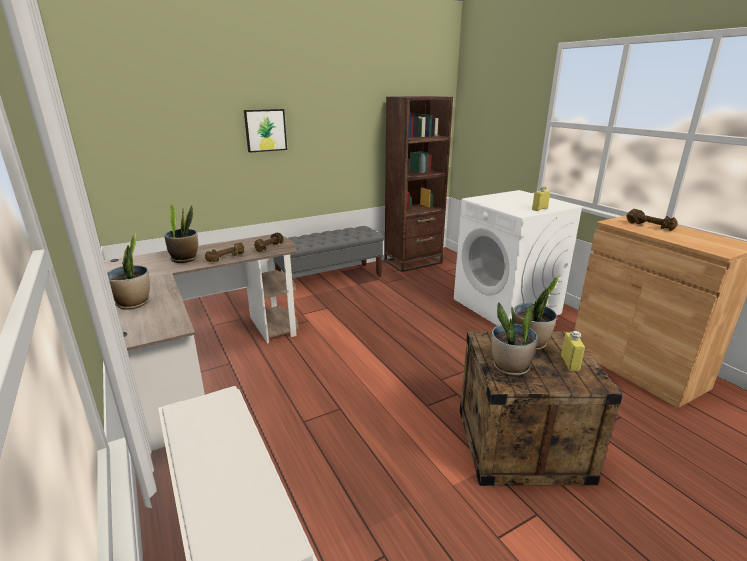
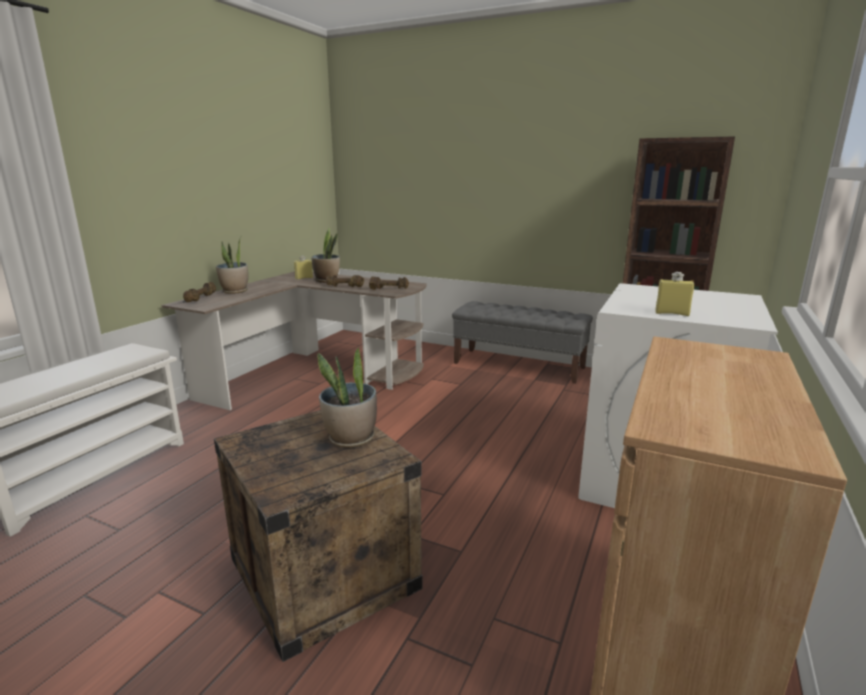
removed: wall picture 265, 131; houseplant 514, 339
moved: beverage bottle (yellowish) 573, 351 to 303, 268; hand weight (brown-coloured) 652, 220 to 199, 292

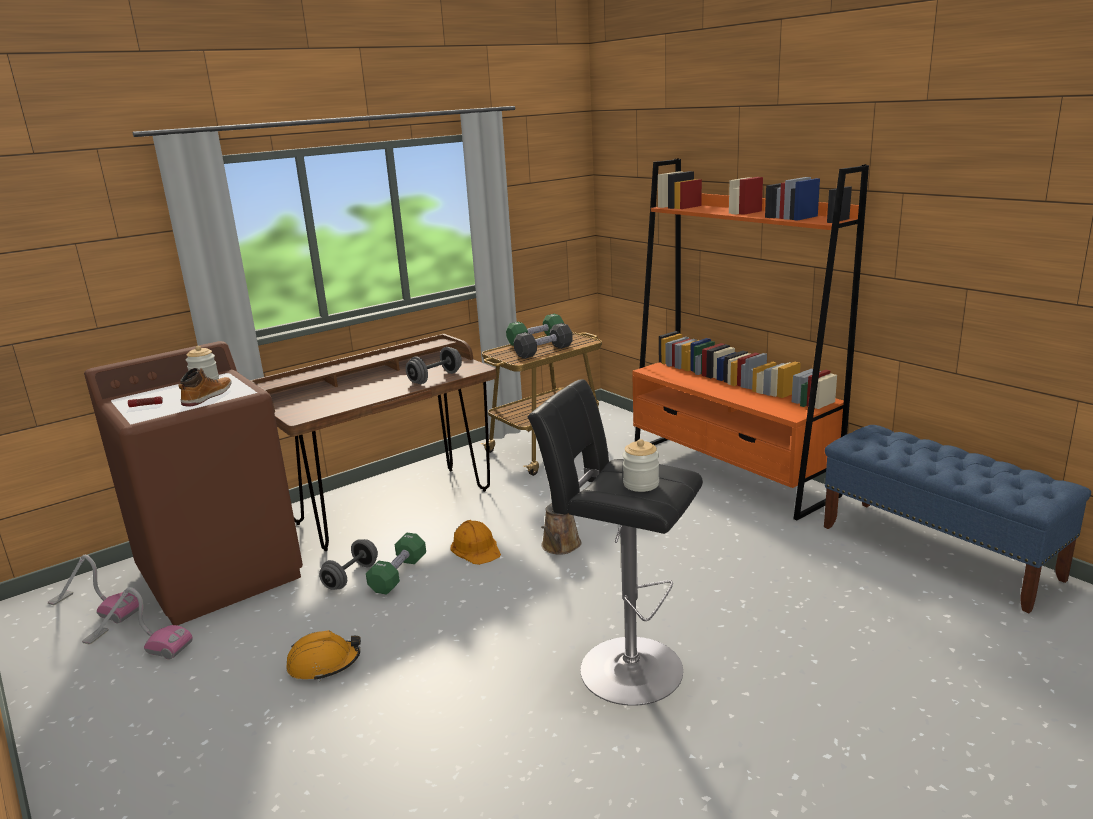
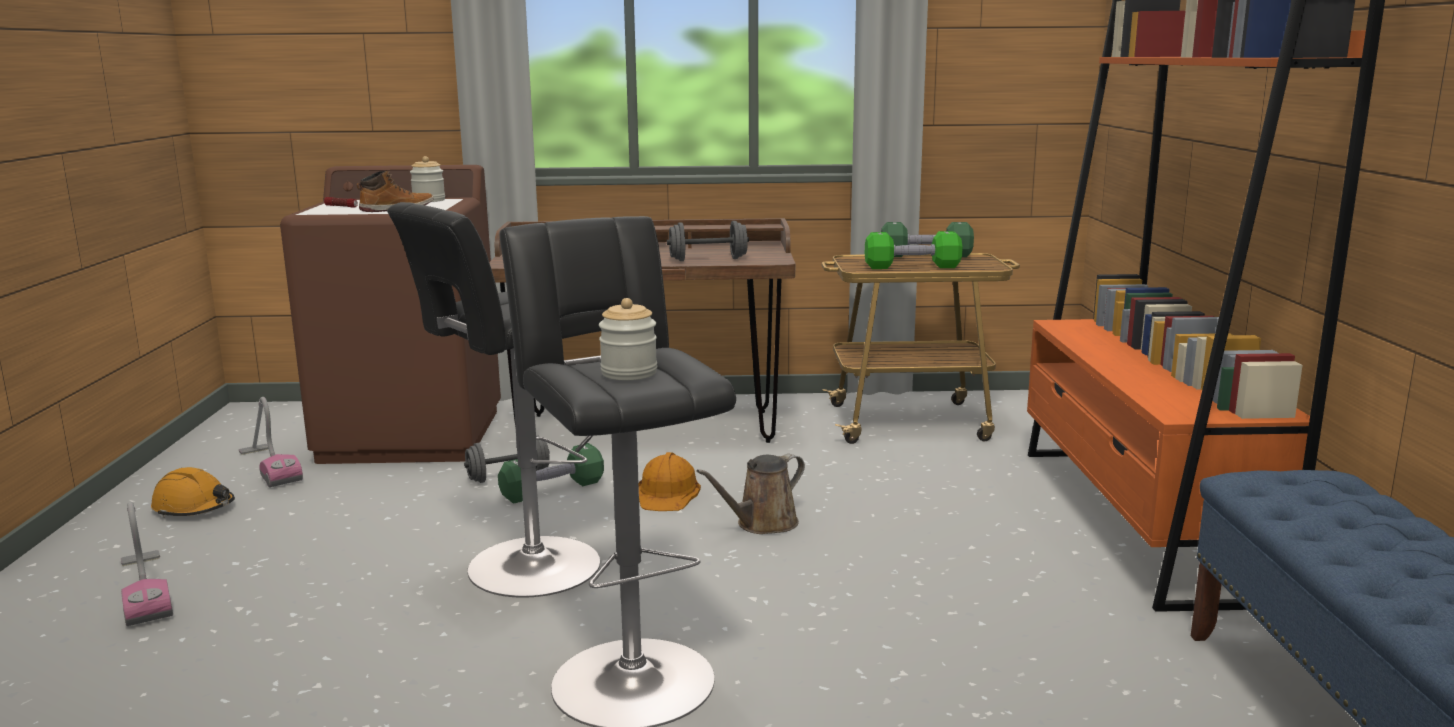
added: sitting stool (black) 497, 400
moved: vacuum 93, 589 to 147, 564; safety helmet (orange-coloured) 323, 655 to 193, 492
recoloured: hand weight (black) 543, 341 to hand weight (greenish) 914, 250

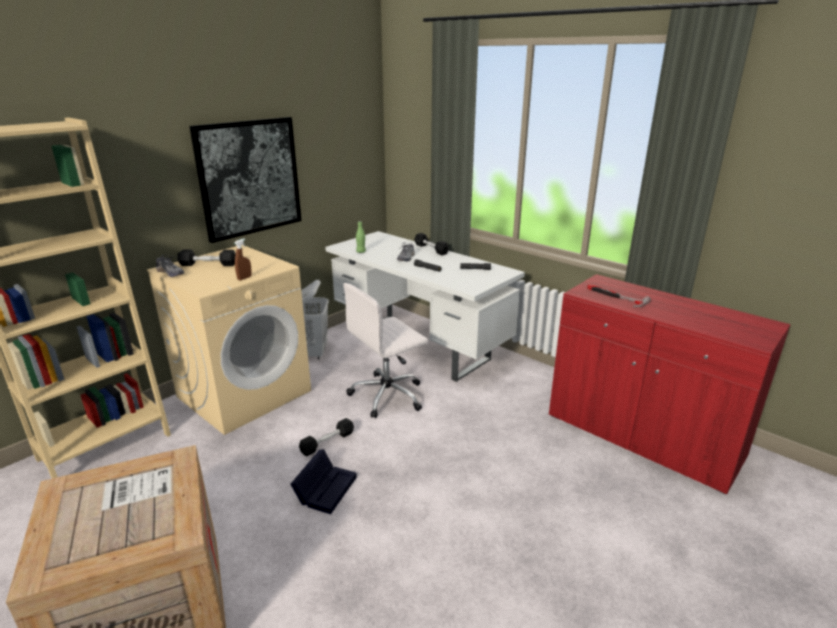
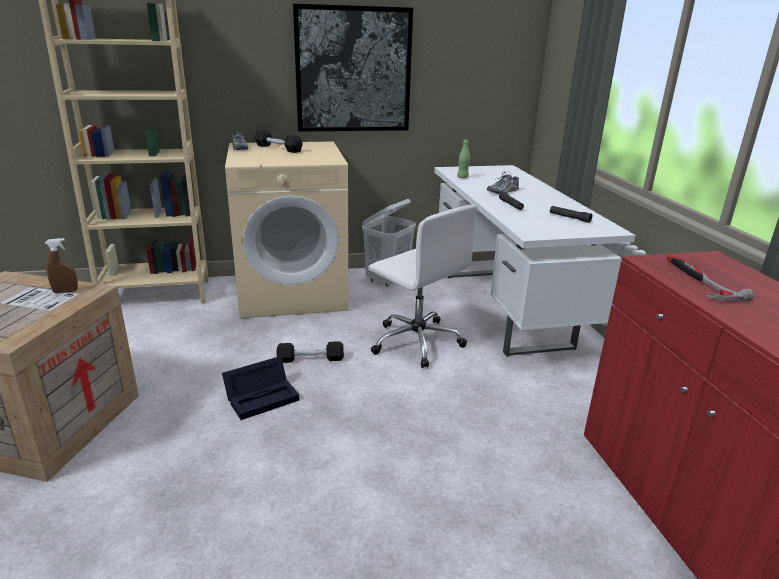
removed: hand weight (black) 431, 244
moved: hand sprayer (brown-coloured) 243, 259 to 61, 265
turned: office chair (whitish) 385, 350 = 423, 286 135 degrees counterclockwise

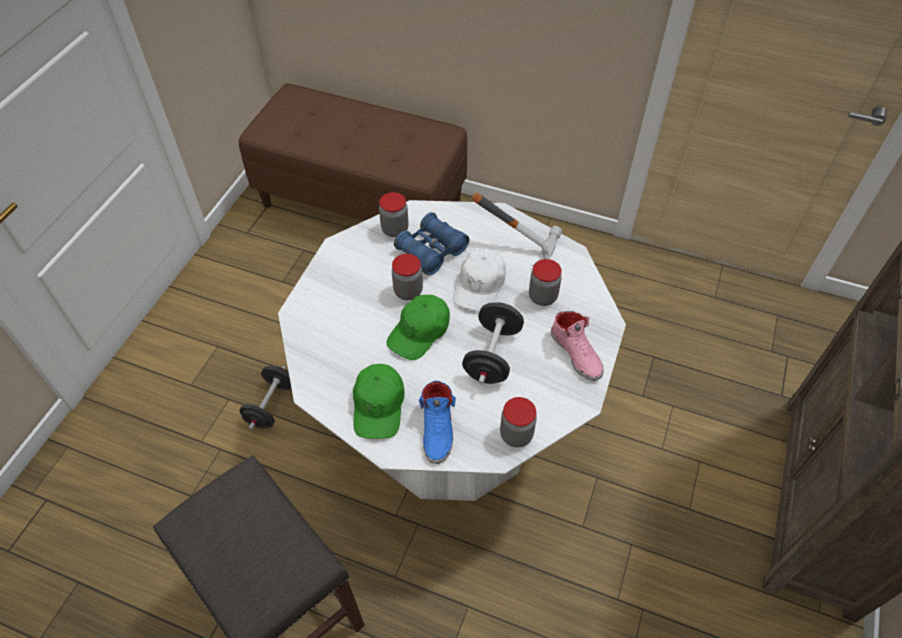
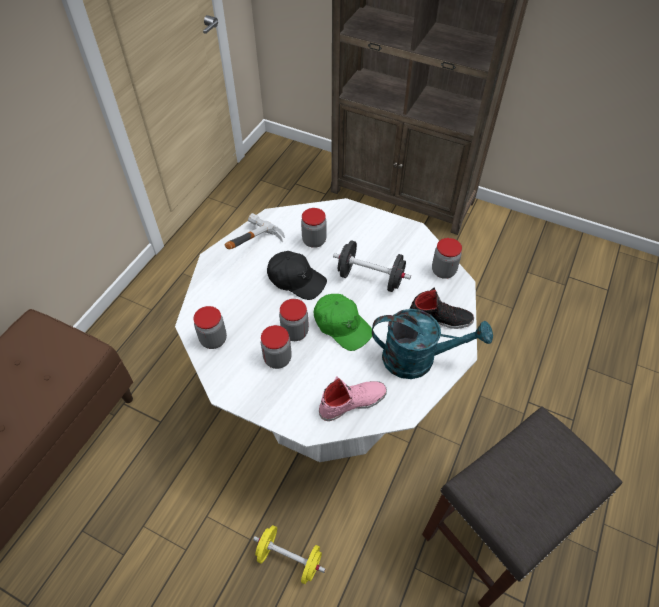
removed: pair of binoculars (bluish) 431, 243
added: preserve jar 276, 347
moved: item of footwear (pinkish) 577, 346 to 353, 398
replaced: cap (greenish) 378, 401 to sprinkling can (blue-green) 432, 344
recoloured: hand weight (black) 265, 398 to hand weight (yellowish) 289, 554; item of footwear (bluish) 437, 422 to item of footwear (black) 442, 308; cap (whitish) 479, 280 to cap (black) 297, 275

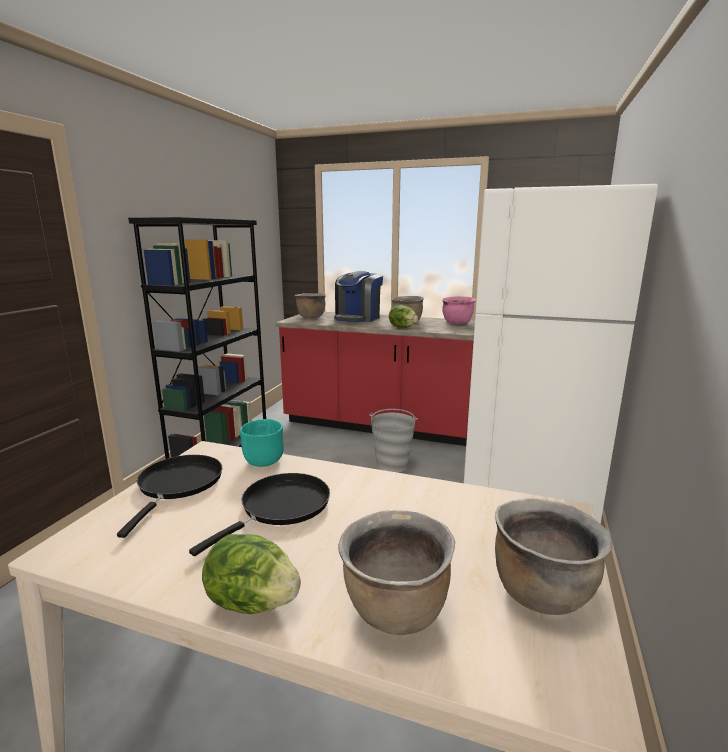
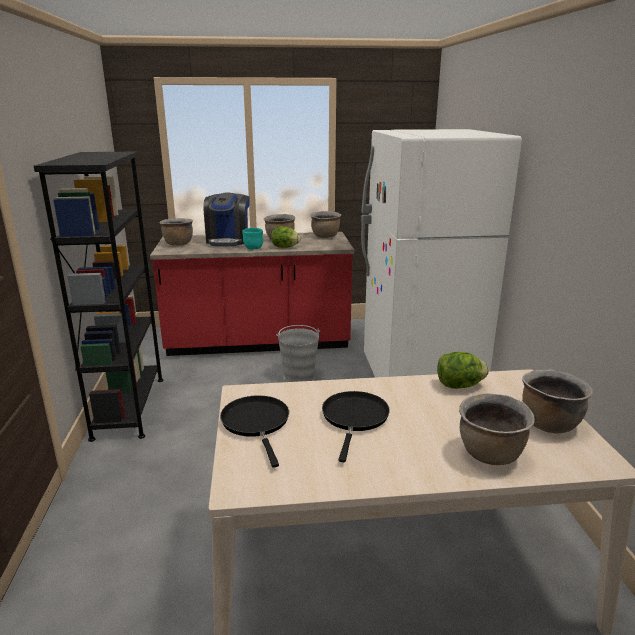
moved: lettuce 251, 574 to 463, 370; serving bowl (blue-green) 262, 443 to 252, 238
recoloured: cooking pot (pinkish) 459, 310 to cooking pot (brown-coloured) 325, 224

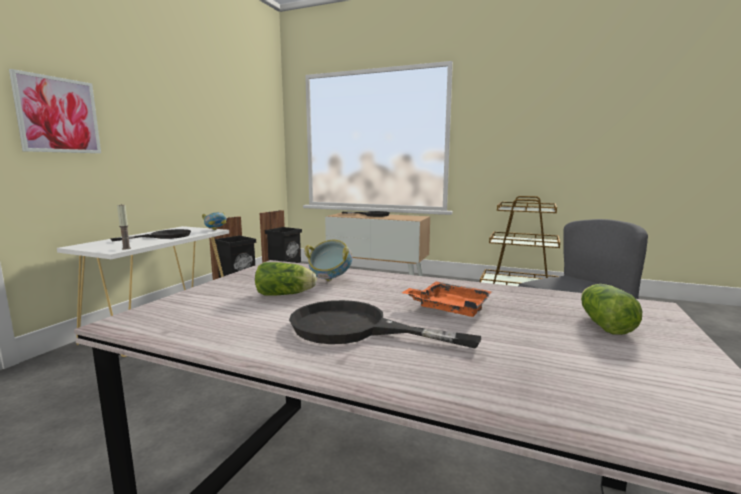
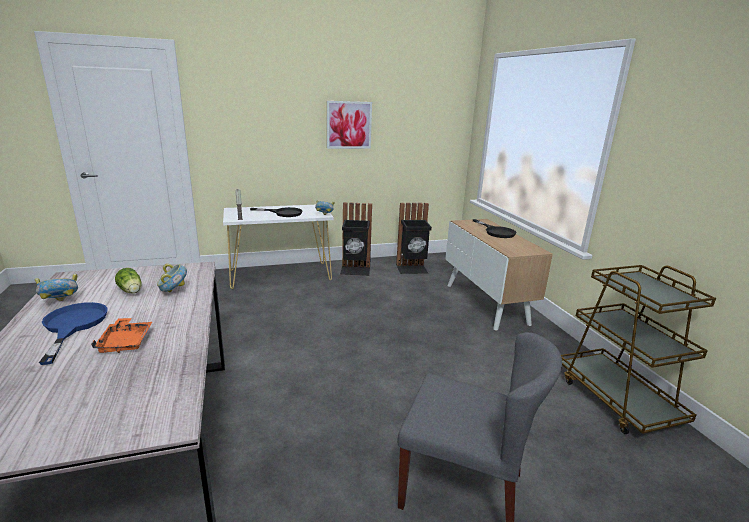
removed: lettuce 611, 309
added: serving bowl 56, 287
moved: wall picture 55, 111 to 349, 125
recoloured: pan (black) 385, 324 to pan (bluish) 73, 333

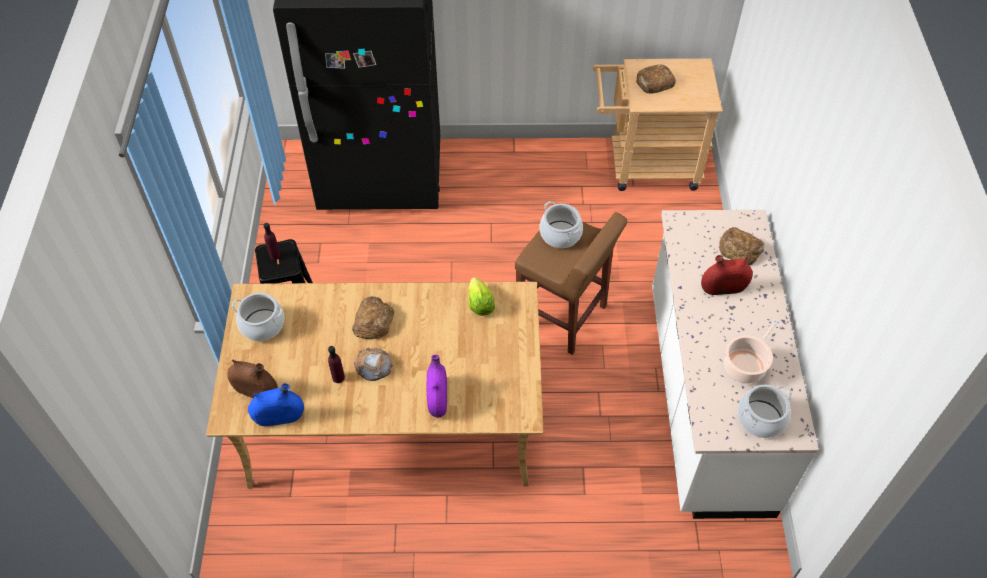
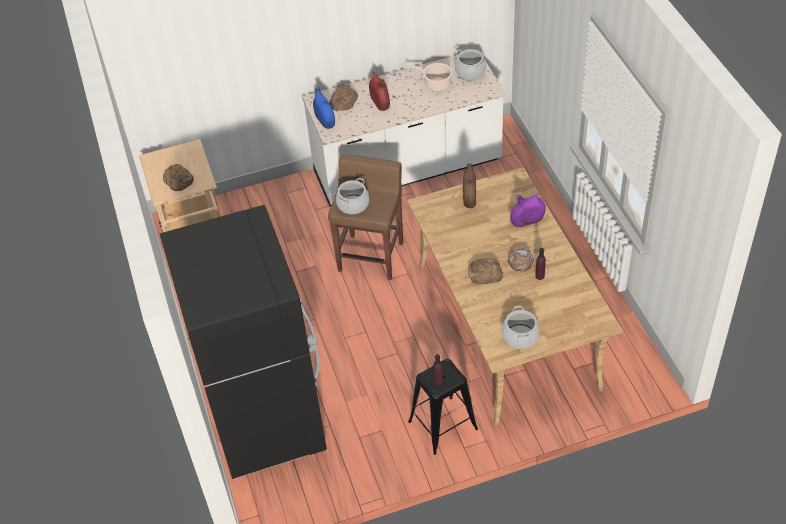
removed: lettuce 481, 296
moved: flower vase (brown-coloured) 252, 379 to 469, 185; flower vase (bluish) 276, 404 to 324, 108

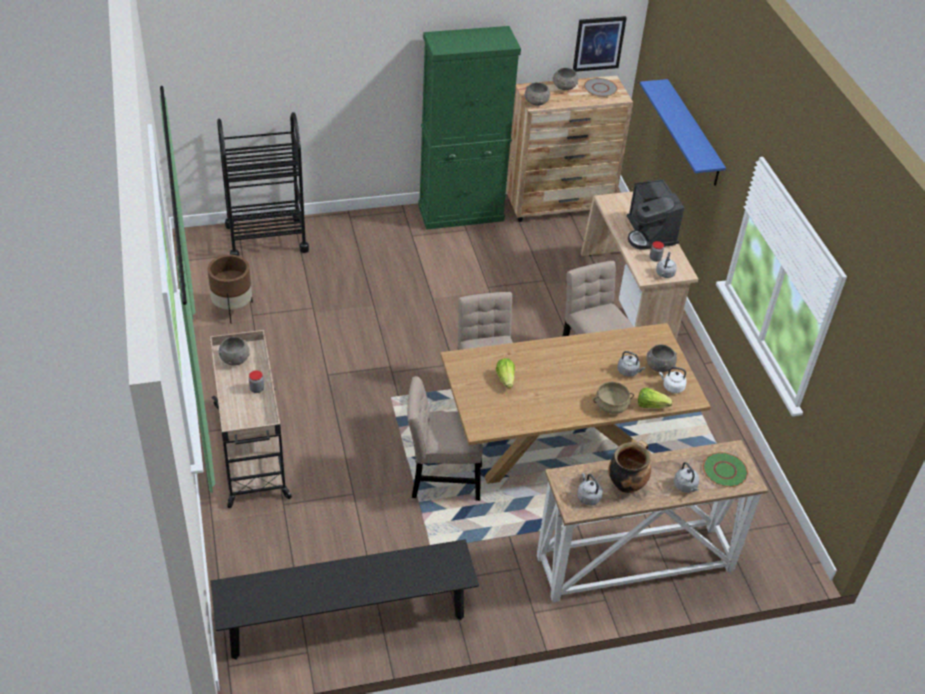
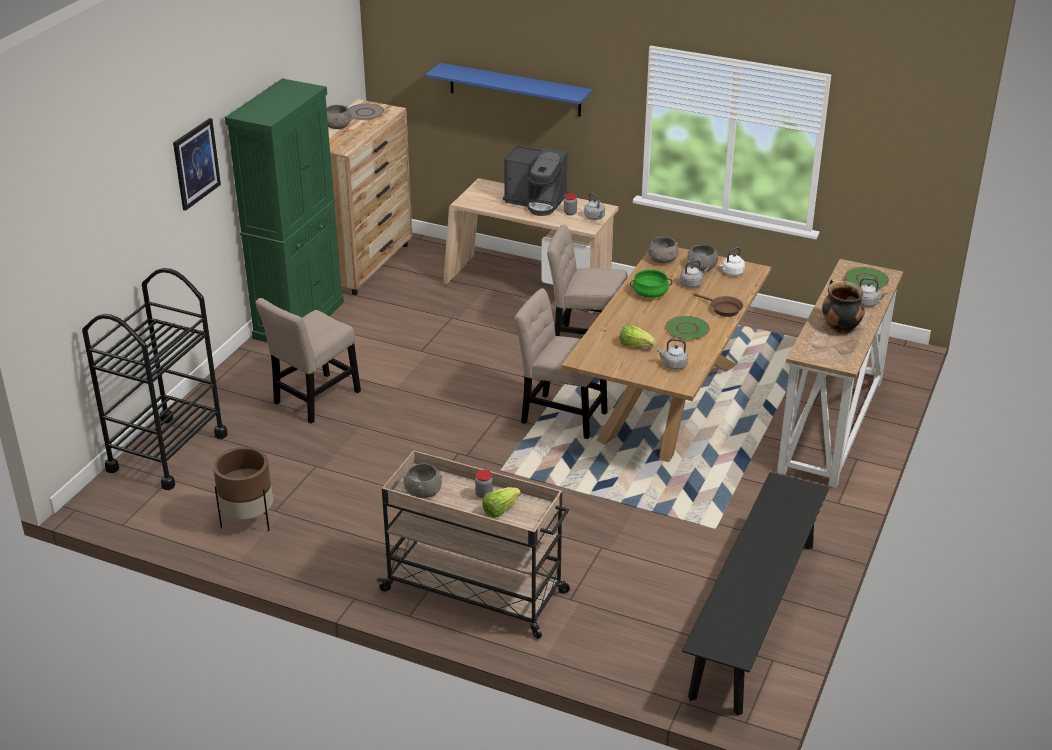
added: cooking pot (greenish) 651, 283; plate (greenish) 687, 328
moved: plain chair (beige) 445, 438 to 308, 360; serving bowl (greyish) 537, 94 to 663, 250; wall picture 600, 44 to 197, 164; kettle (greyish) 590, 489 to 672, 354; lettuce 655, 398 to 501, 502
replaced: cooking pot (beige) 613, 398 to pan (brown-coloured) 718, 305

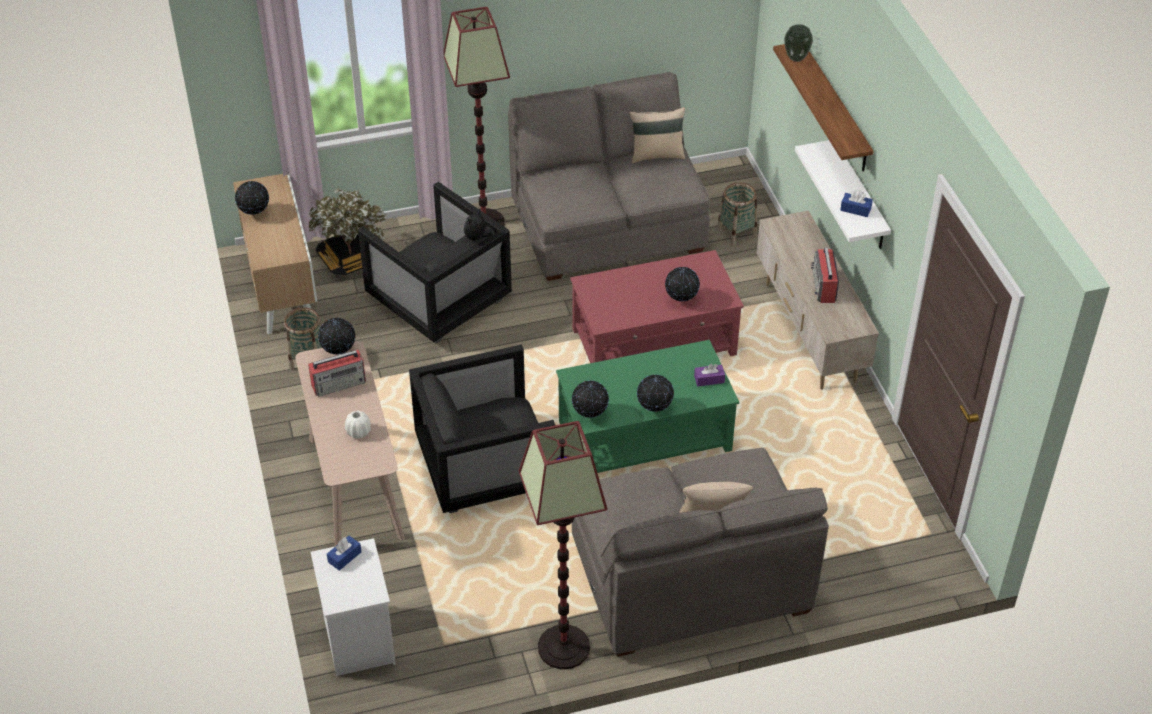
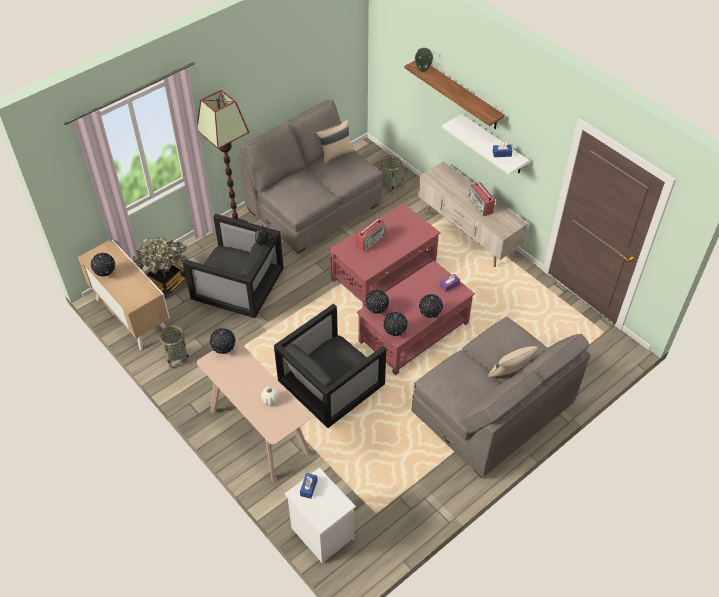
removed: standing lamp 563, 545
moved: radio set 337, 373 to 370, 235; desk globe 682, 284 to 377, 302
recoloured: lounge table (greenish) 647, 406 to lounge table (red-coloured) 416, 318

